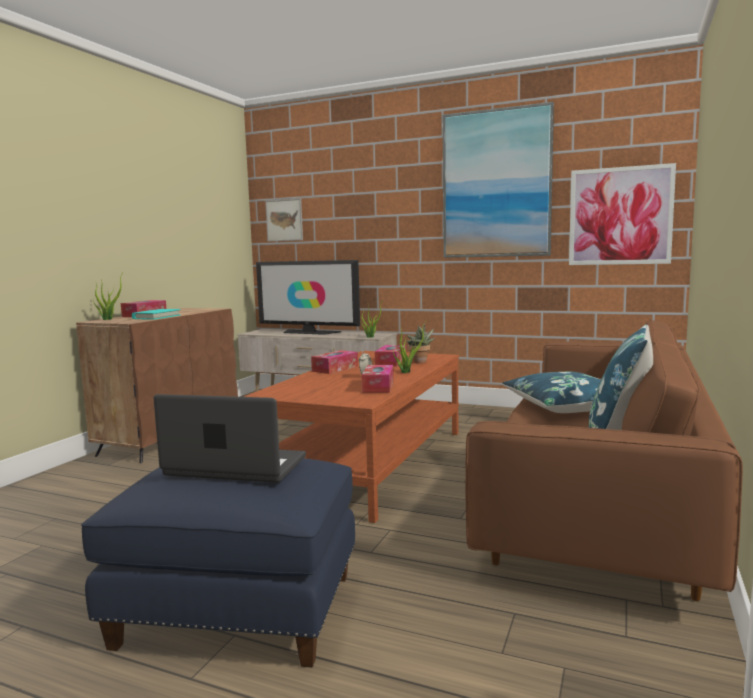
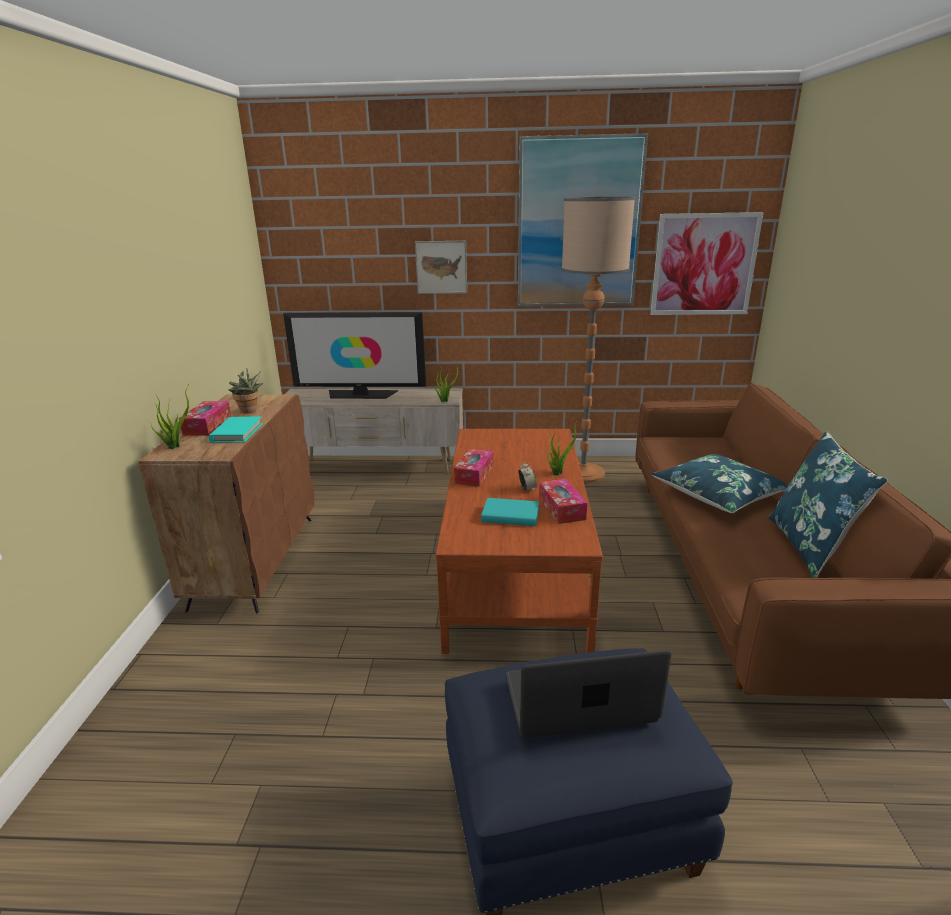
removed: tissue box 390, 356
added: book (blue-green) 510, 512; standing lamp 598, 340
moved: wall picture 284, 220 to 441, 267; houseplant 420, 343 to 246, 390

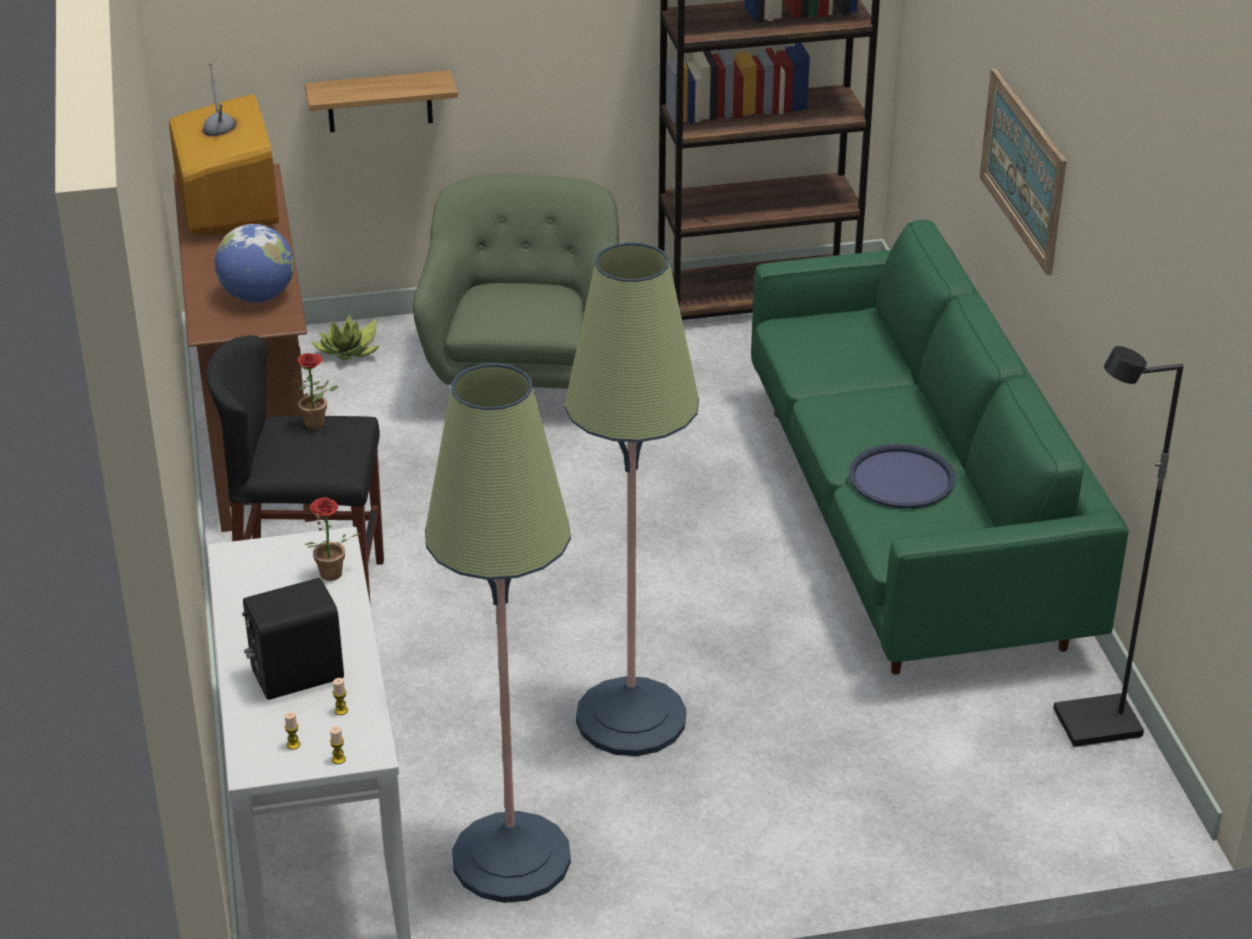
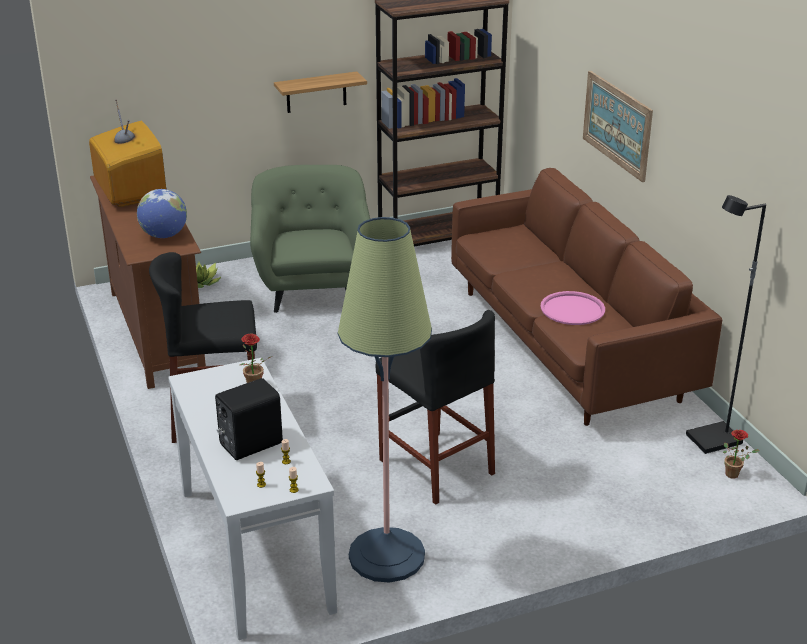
moved: houseplant 316, 391 to 741, 454; shelf 381, 101 to 320, 92
replaced: standing lamp 631, 499 to sitting stool (black) 435, 407
recoloured: settee (greenish) 939, 447 to settee (brown-coloured) 586, 297; serving tray (bluish) 902, 476 to serving tray (pinkish) 572, 308

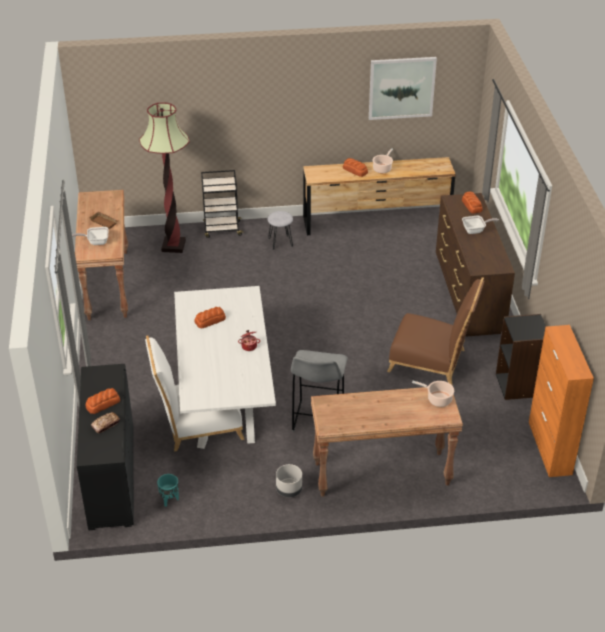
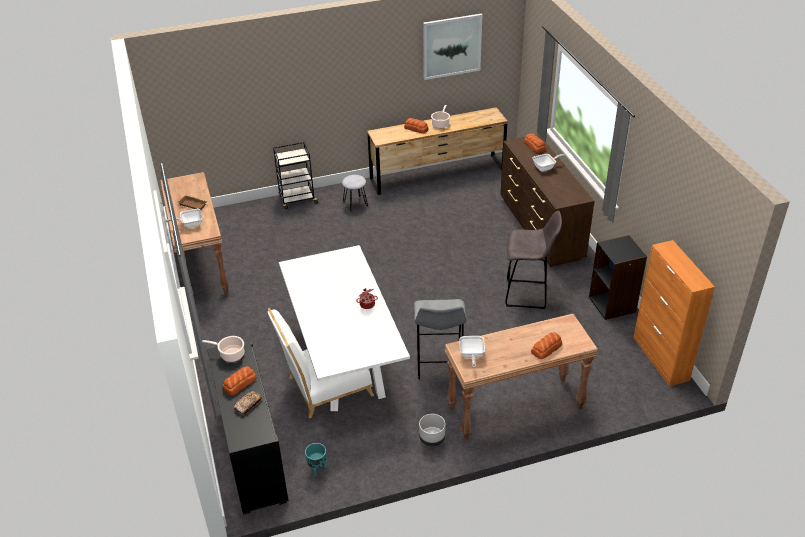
removed: standing lamp 164, 177
added: pan 472, 352
moved: bakery bread 210, 317 to 546, 345; cooking pot 433, 394 to 223, 349
replaced: plain chair (brown-coloured) 435, 331 to sitting stool (greyish) 533, 260

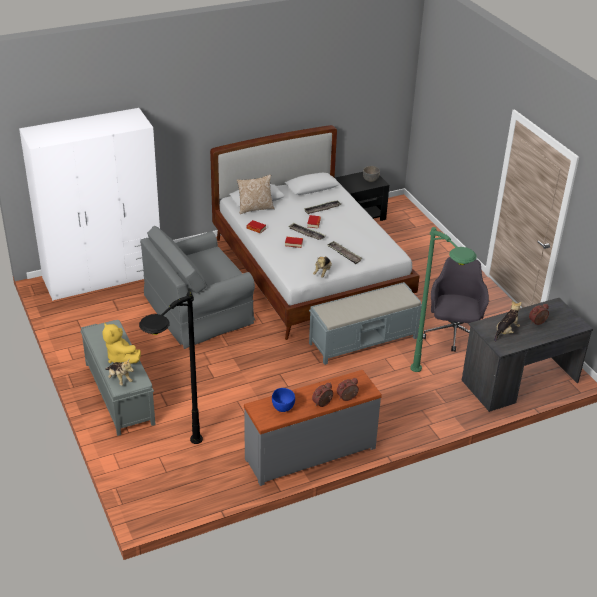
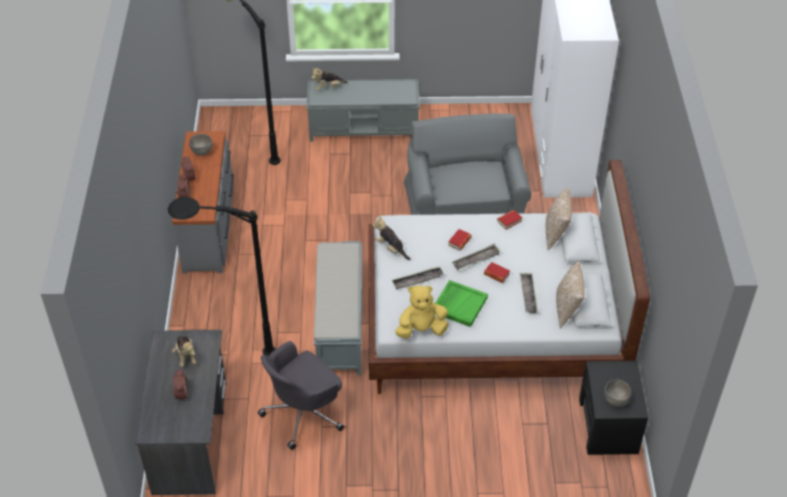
added: serving tray (greenish) 461, 303; pillow 570, 294
moved: plush toy (yellowish) 121, 343 to 422, 312
recoloured: serving bowl (bluish) 283, 400 to serving bowl (greyish) 201, 145; standing lamp (greenish) 443, 299 to standing lamp (black) 222, 277
turned: office chair (greyish) 455, 304 = 301, 395 105 degrees clockwise

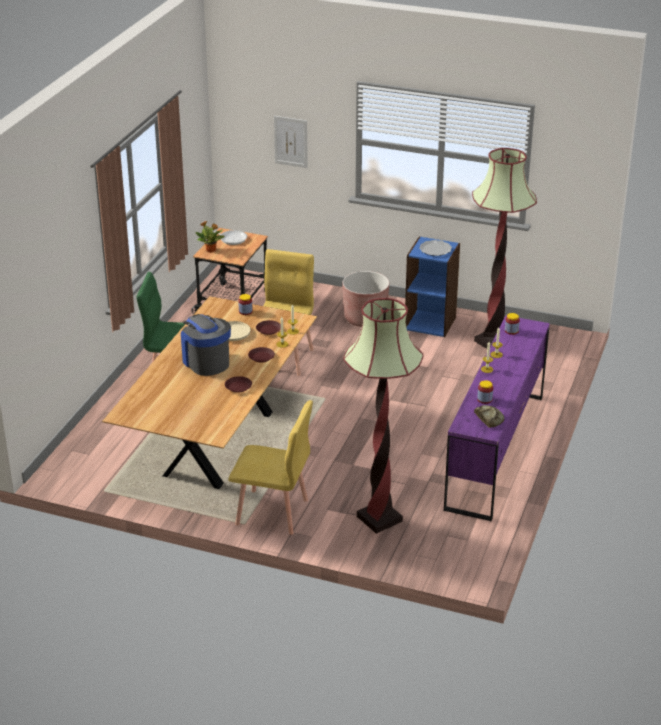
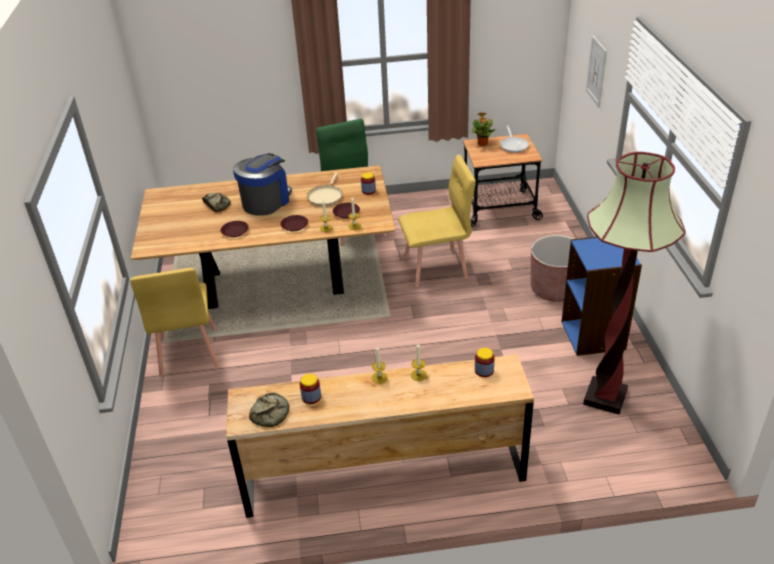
removed: standing lamp 383, 416; plate 435, 248
added: bakery bread 216, 203
recoloured: drawer chest (purplish) 497, 418 to drawer chest (brown-coloured) 380, 436

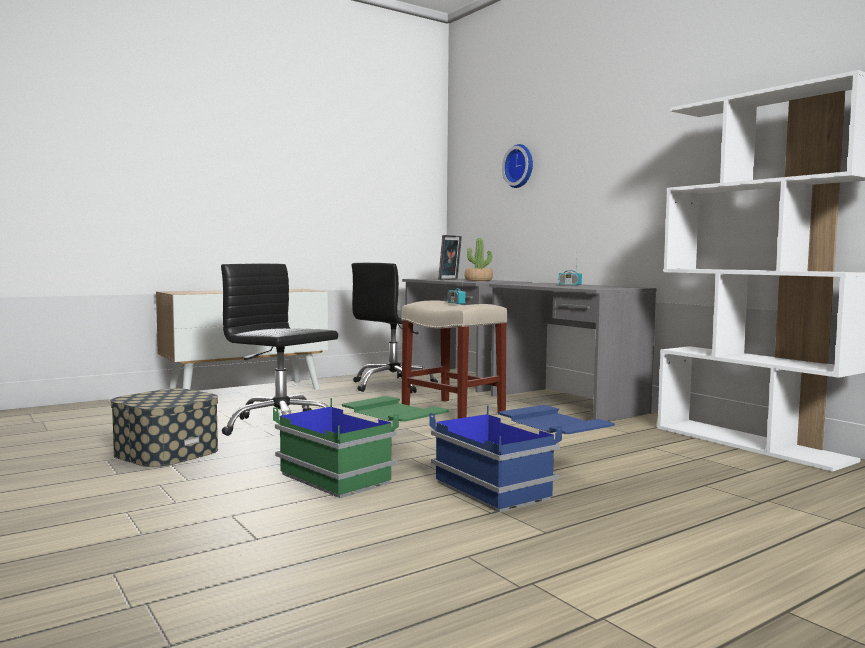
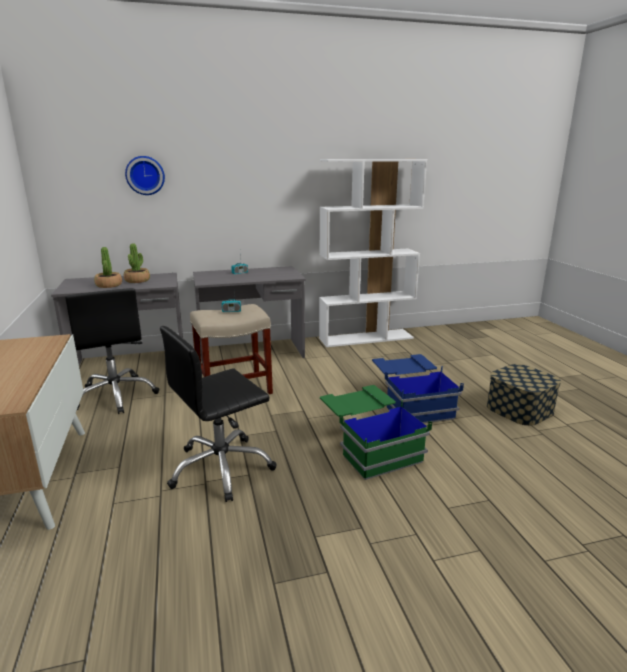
moved: storage box 164, 427 to 524, 395
replaced: standing frame 450, 257 to houseplant 108, 267

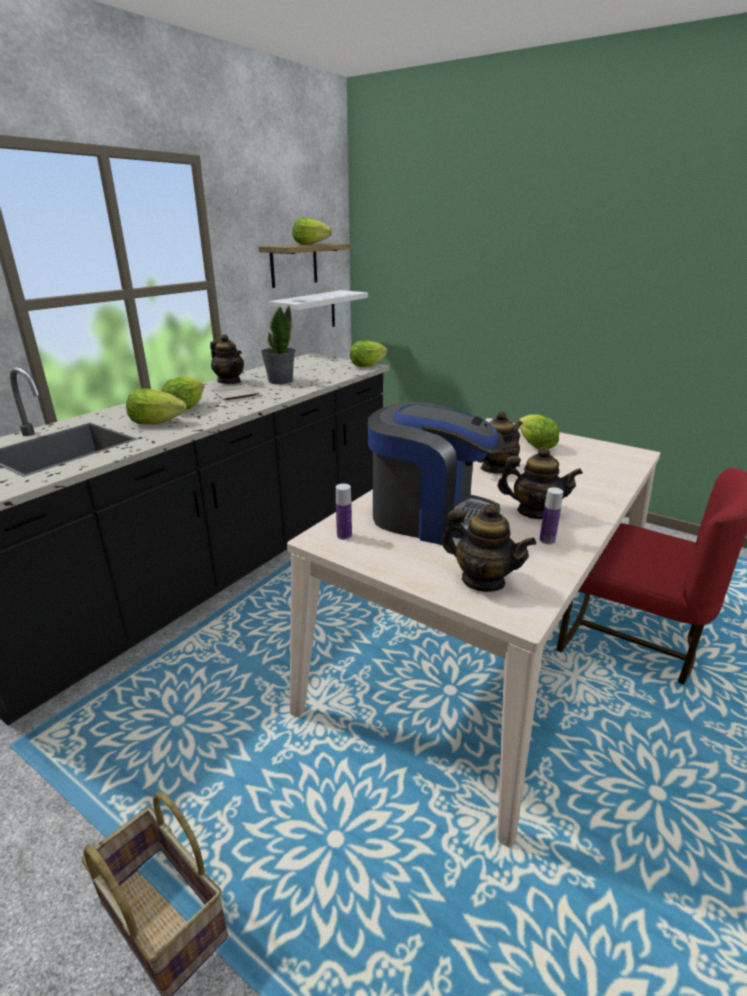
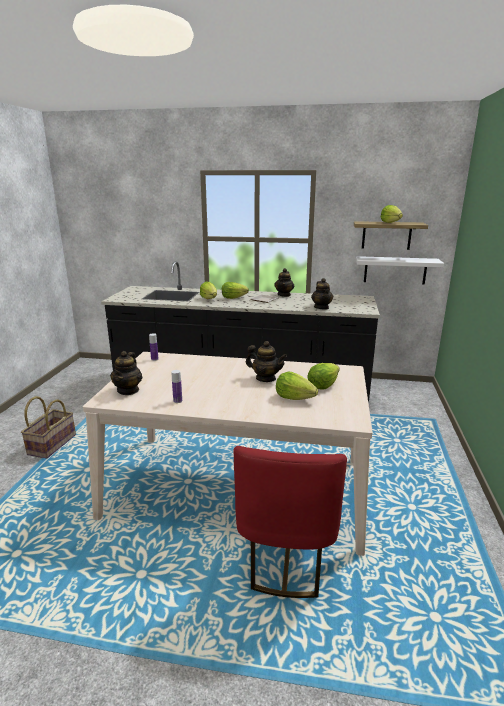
removed: houseplant 278, 345; coffee maker 436, 473
moved: lettuce 369, 354 to 297, 385; pot for tea 540, 483 to 322, 294

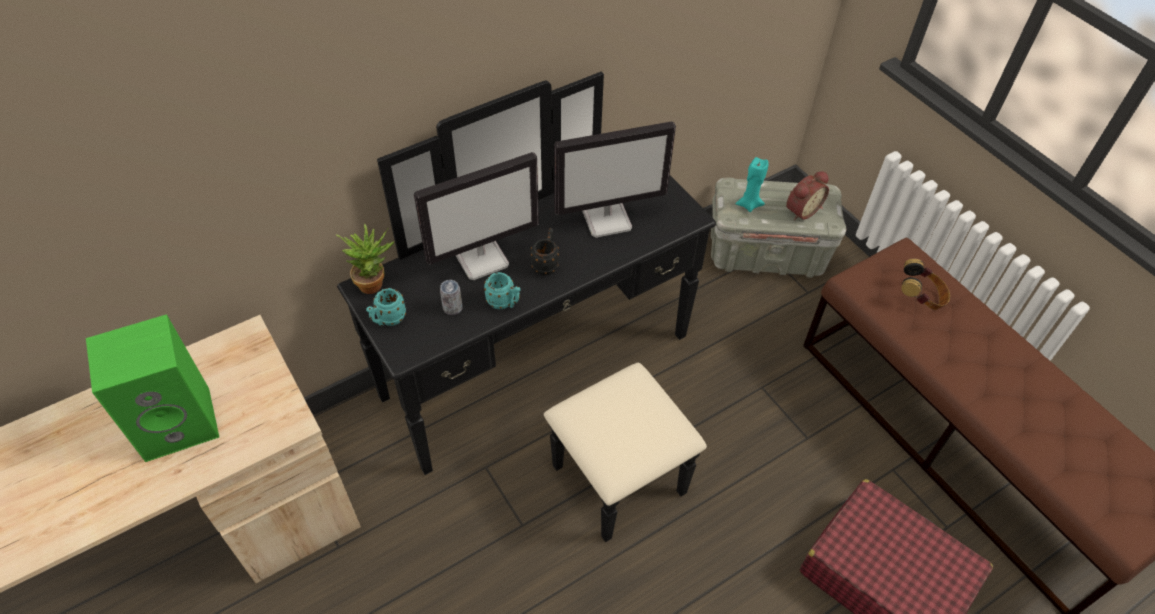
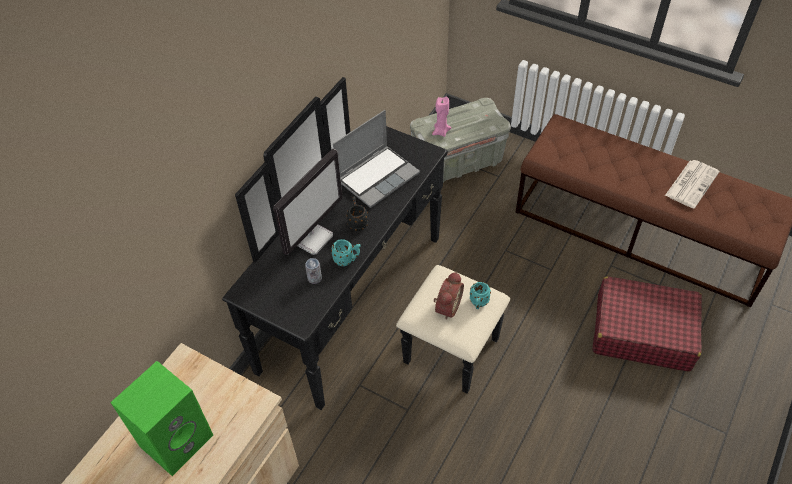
removed: houseplant 365, 258; headphones 925, 284
added: daily paper 692, 184
moved: coffee mug (blue-green) 386, 307 to 480, 295; table clock 807, 196 to 449, 296
replaced: monitor 615, 179 to portable computer 376, 159
recoloured: wax light (blue-green) 752, 184 to wax light (pinkish) 441, 117

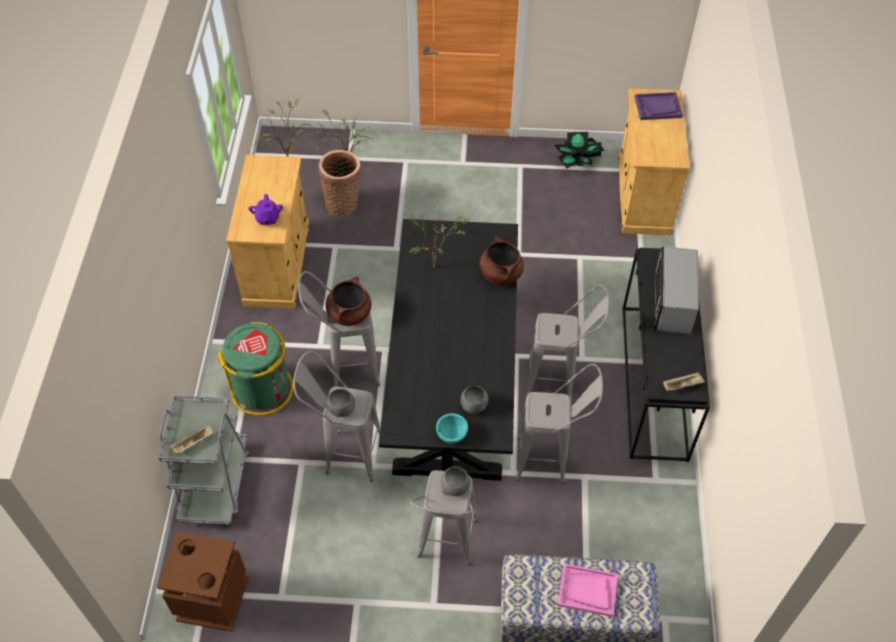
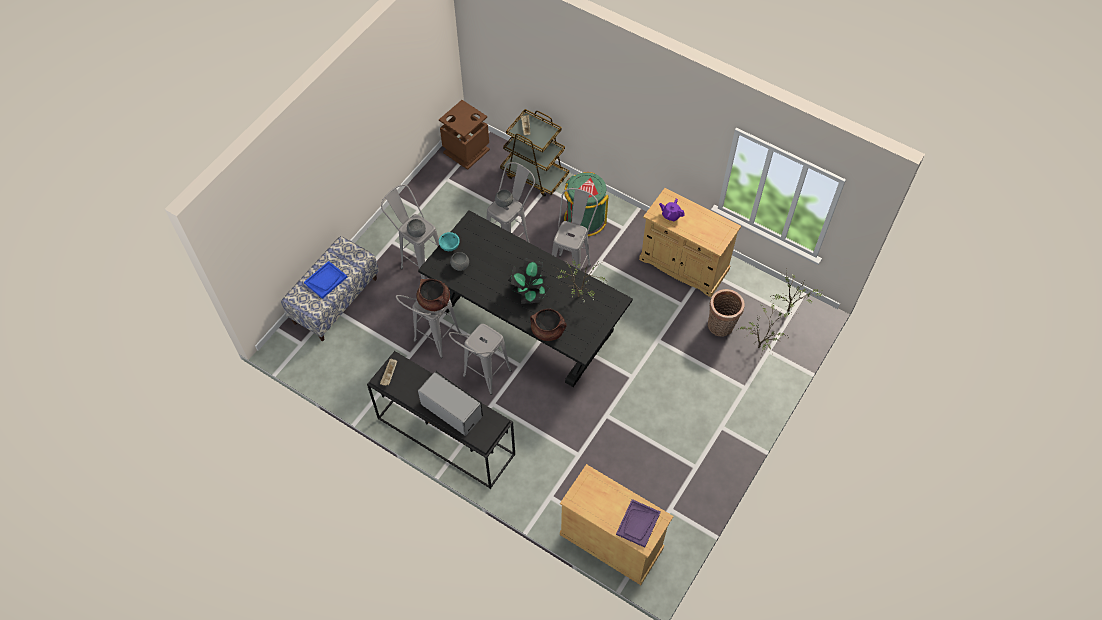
moved: cooking pot (brown-coloured) 348, 301 to 433, 295; houseplant 579, 150 to 528, 281
recoloured: trolley (greyish) 204, 460 to trolley (brown-coloured) 534, 153; serving tray (pinkish) 588, 590 to serving tray (bluish) 325, 280

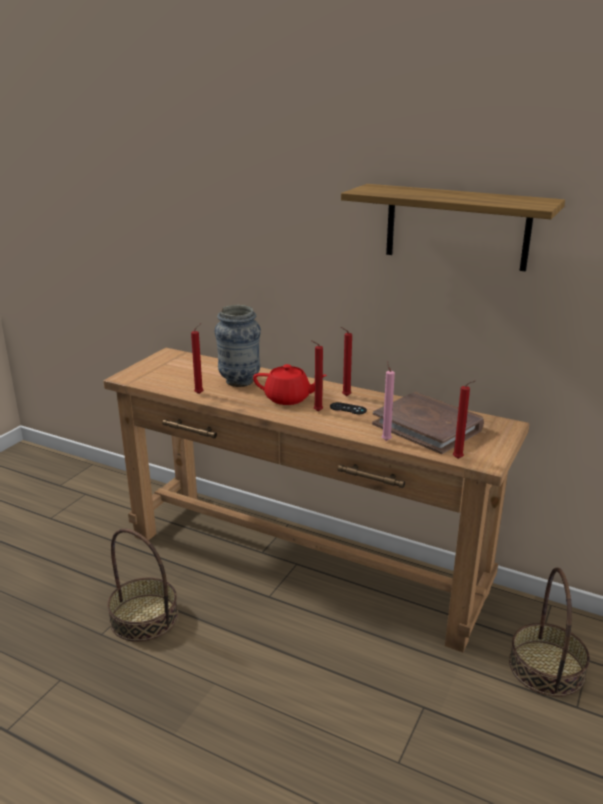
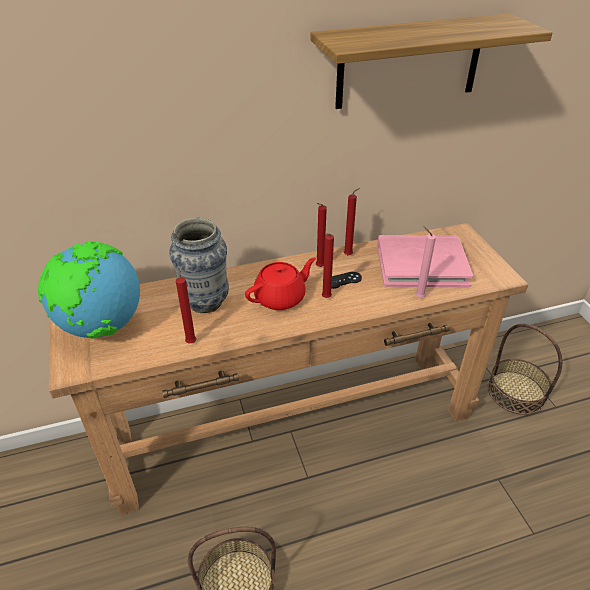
added: desk globe 89, 290
moved: wax light (red-coloured) 464, 419 to 352, 221
recoloured: book (brown-coloured) 428, 423 to book (pinkish) 425, 261

